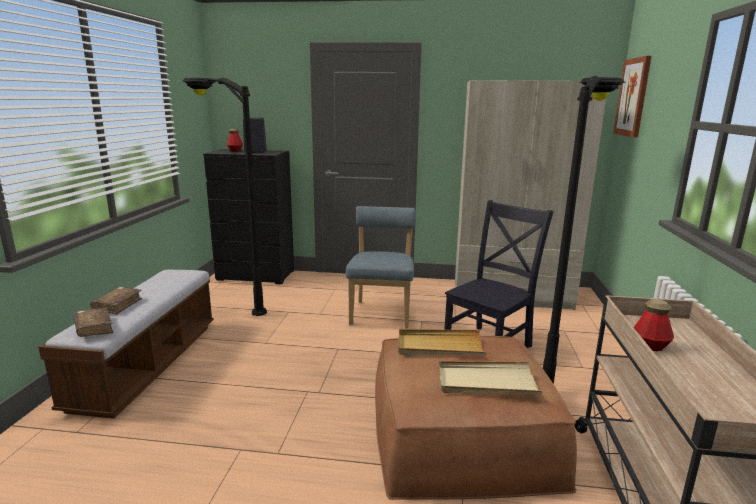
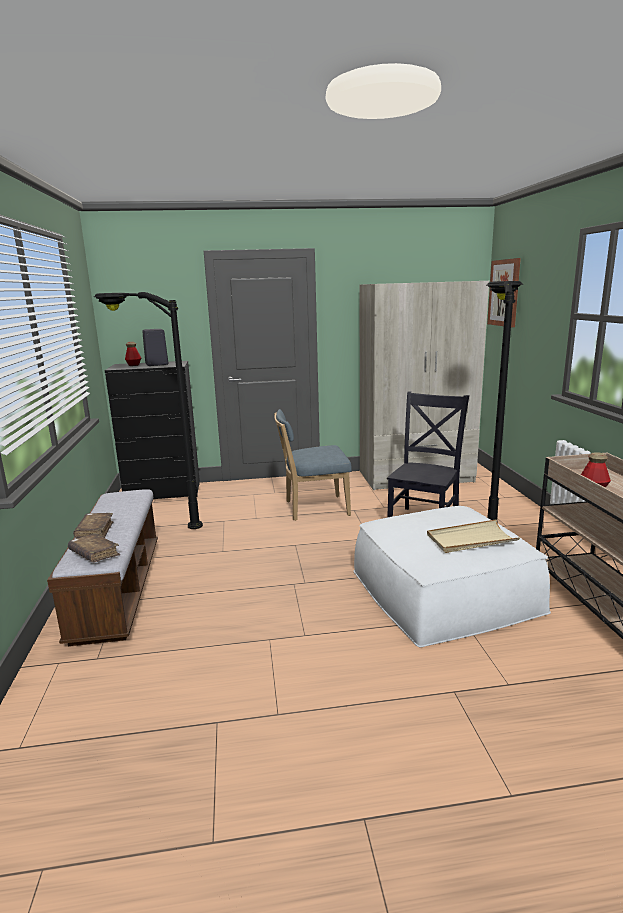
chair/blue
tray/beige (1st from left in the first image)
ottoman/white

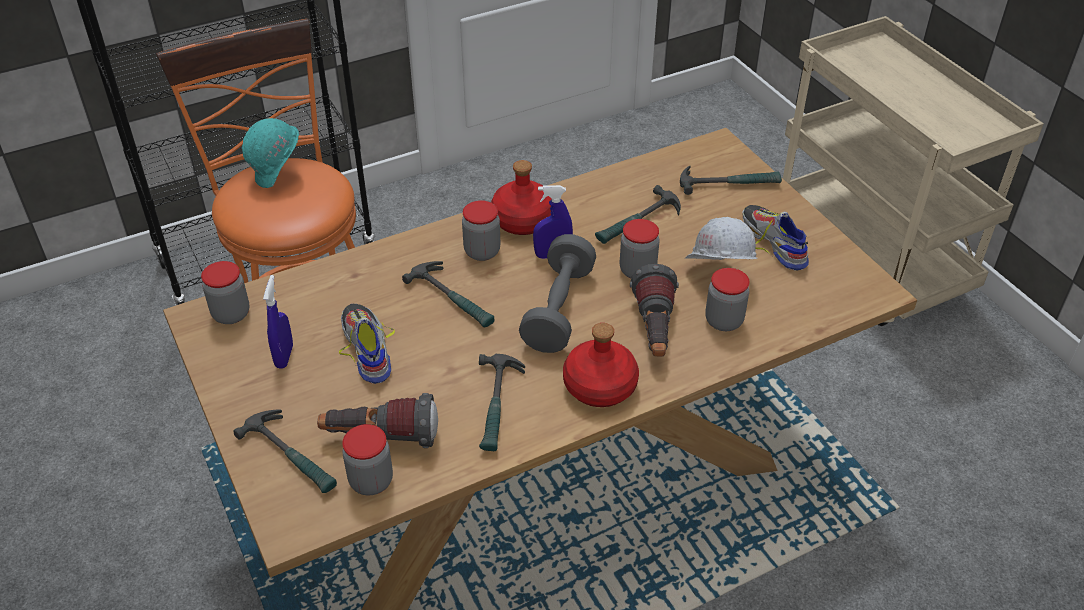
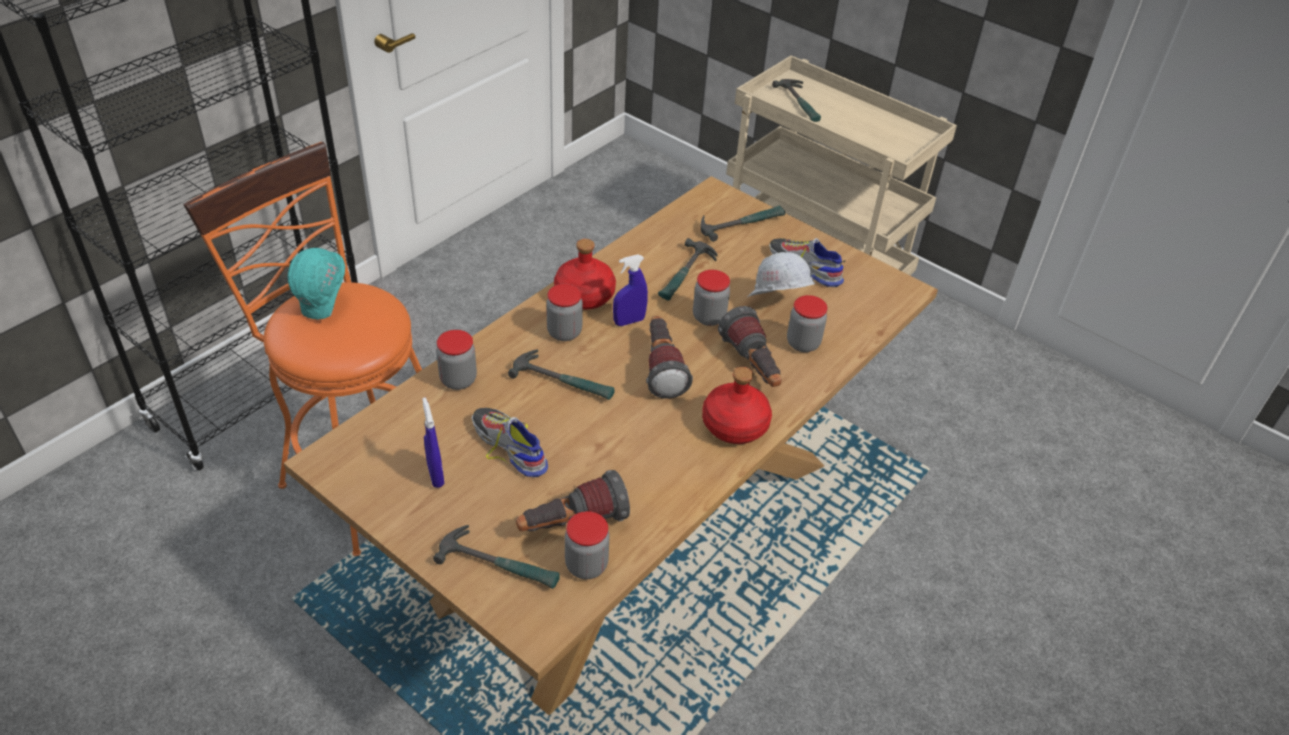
flashlight (2nd from left)
jar (1st from left)
hammer (5th from left)

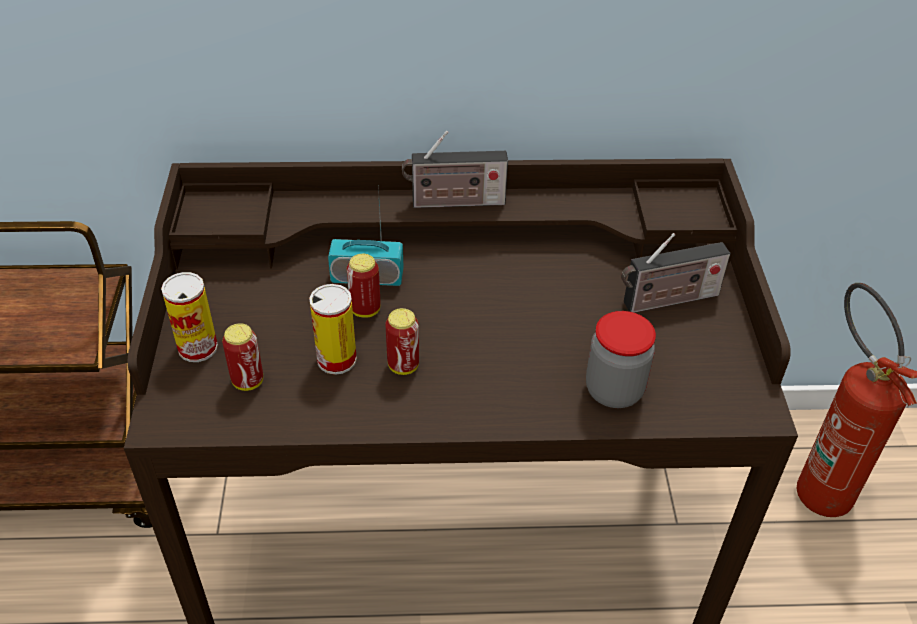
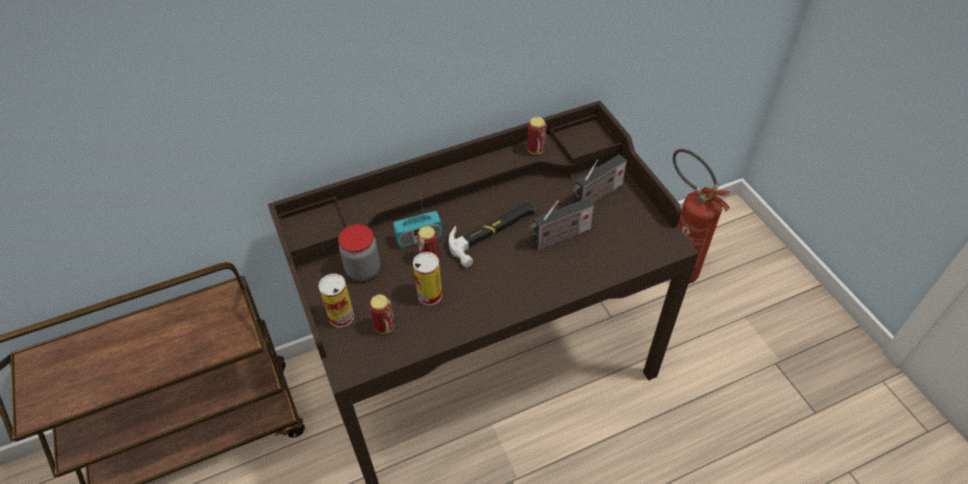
radio (2nd from left)
can (5th from left)
jar
hammer

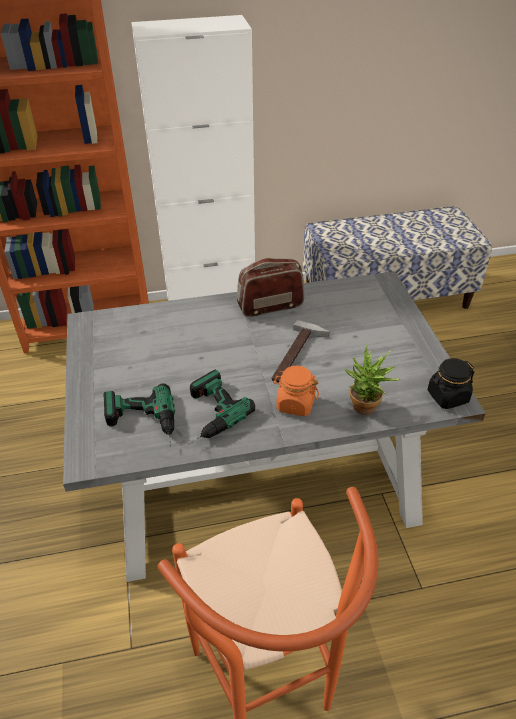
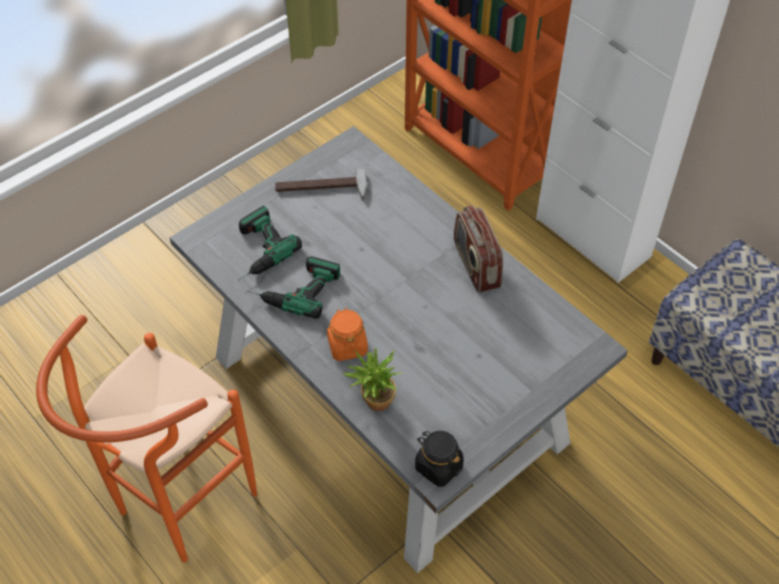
radio
hammer

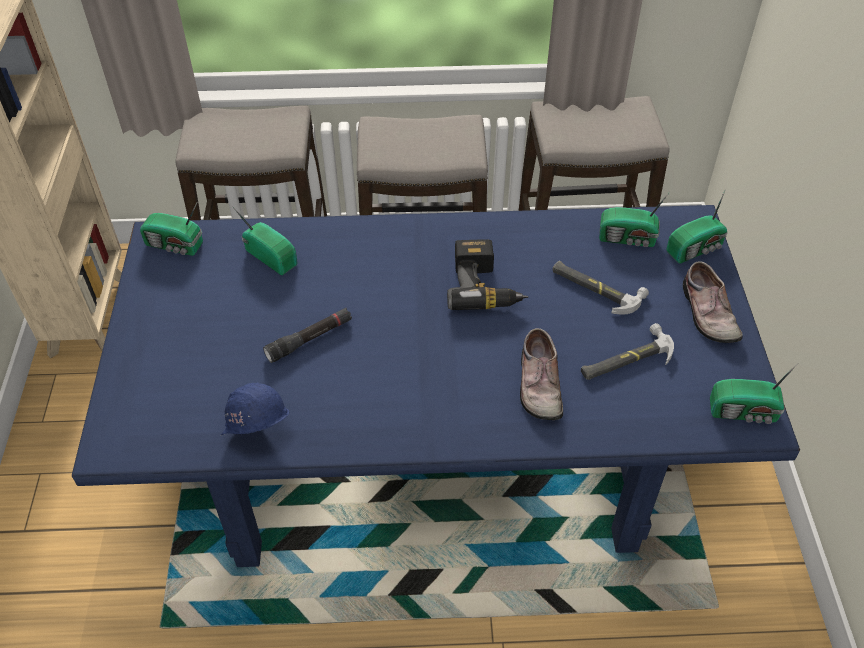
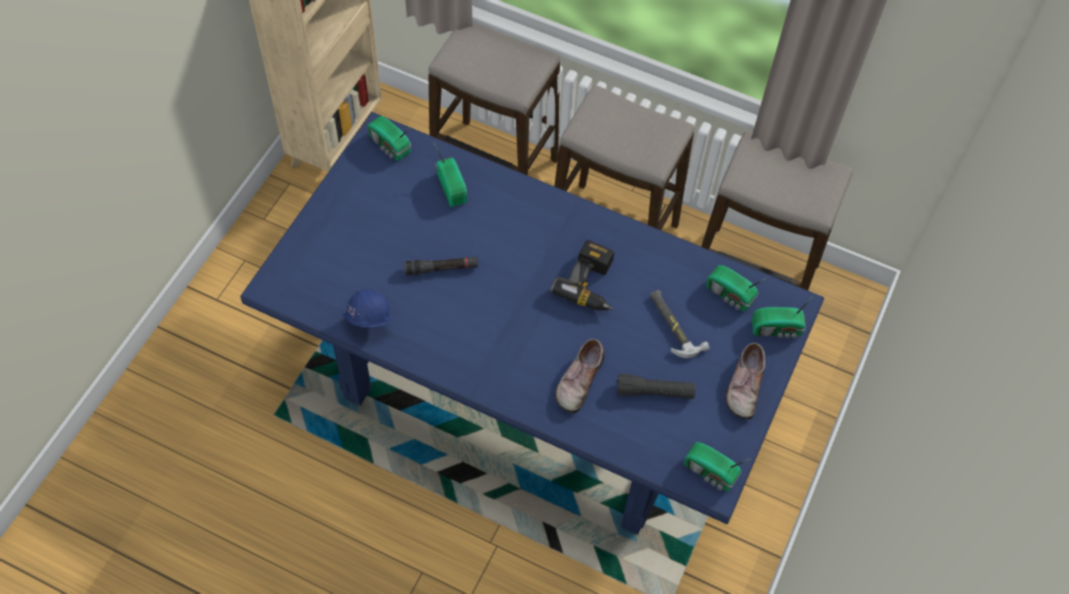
flashlight/black (2nd from left)

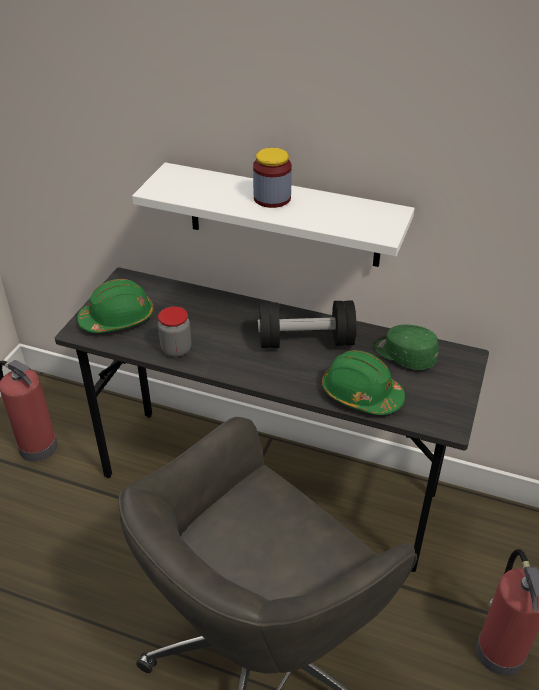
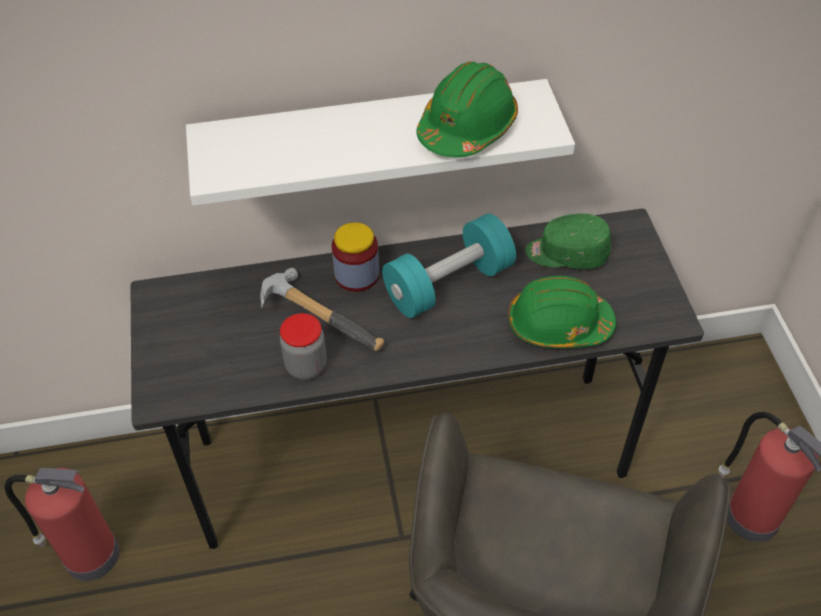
jar (2nd from left)
hard hat/green (1st from left)
dumbbell/turquoise
hammer

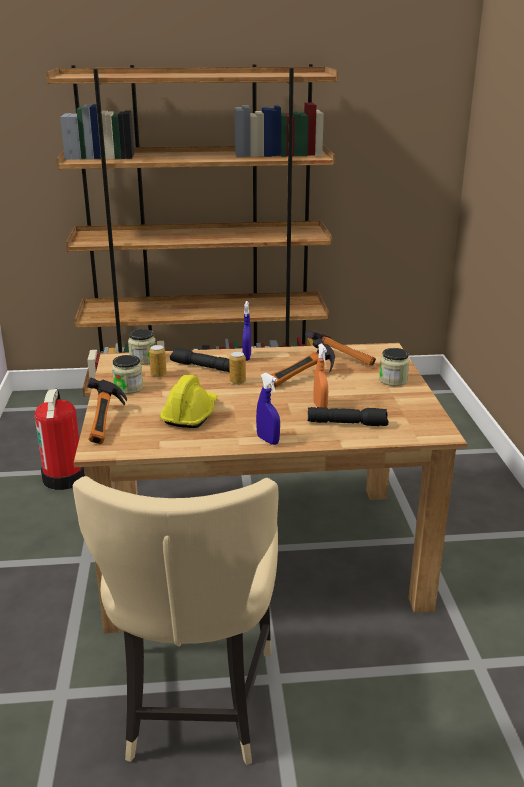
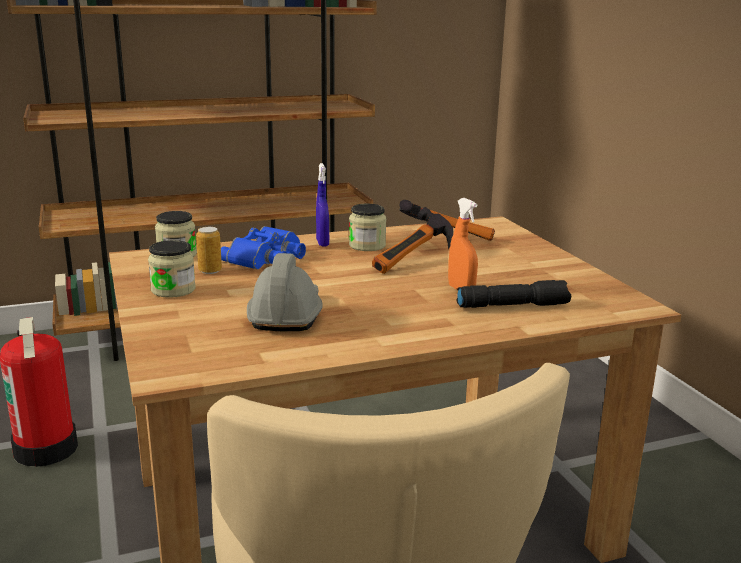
binoculars/blue
jar (3rd from left)
can (2nd from left in the first image)
spray bottle/blue (2nd from left in the first image)
hard hat/grey
hammer (1st from left in the first image)

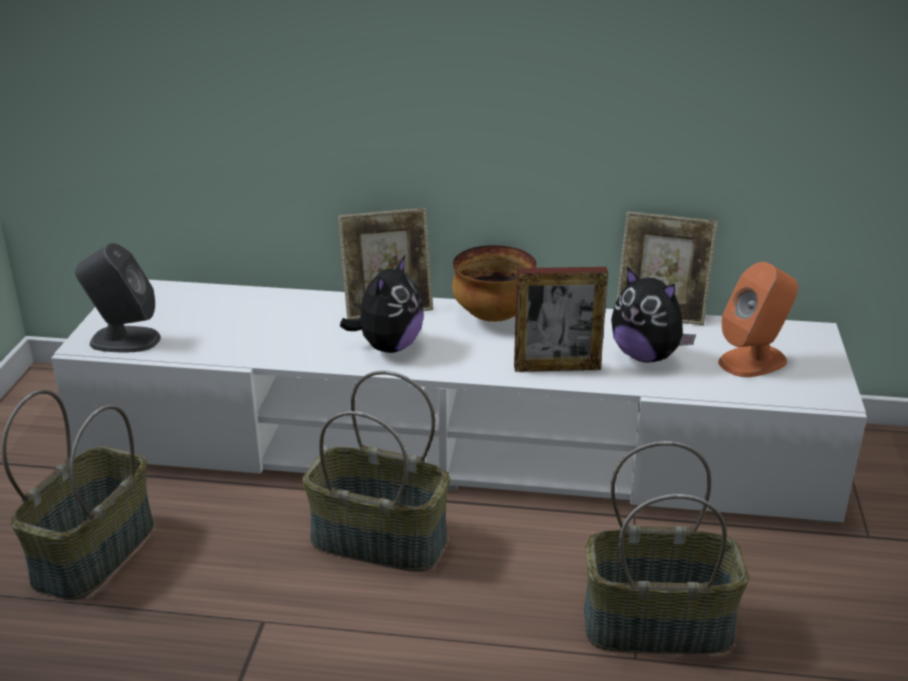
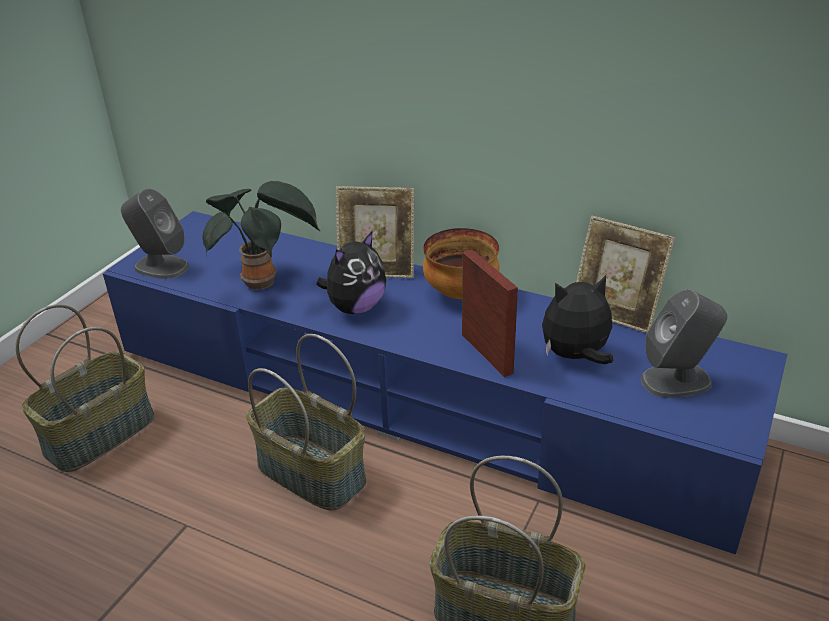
speaker/grey (2nd from left)
picture frame (2nd from left)
plush toy (2nd from left)
tv stand/blue
potted plant

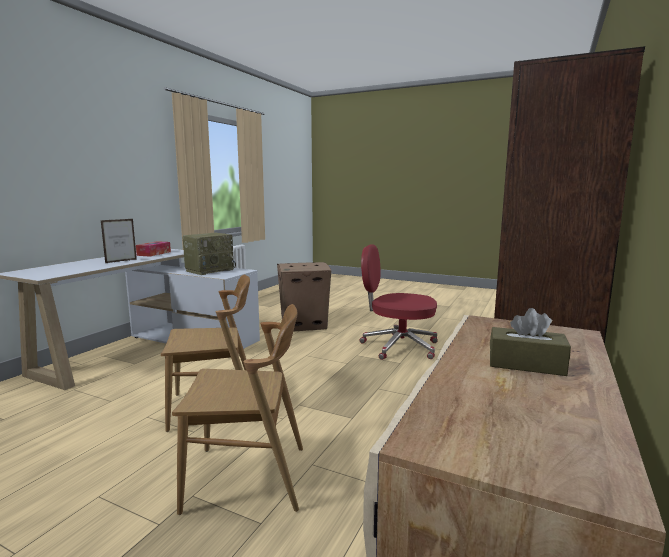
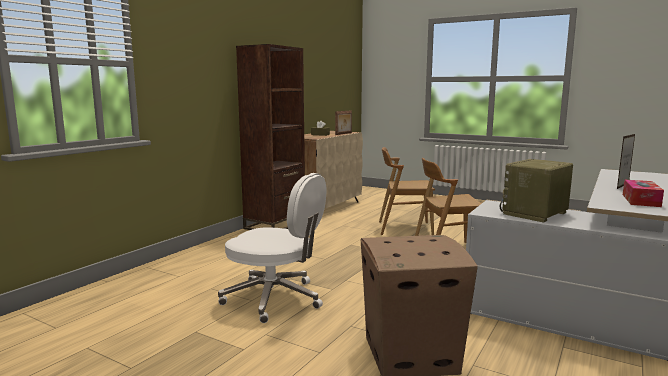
office chair/white
picture frame (1st from left)

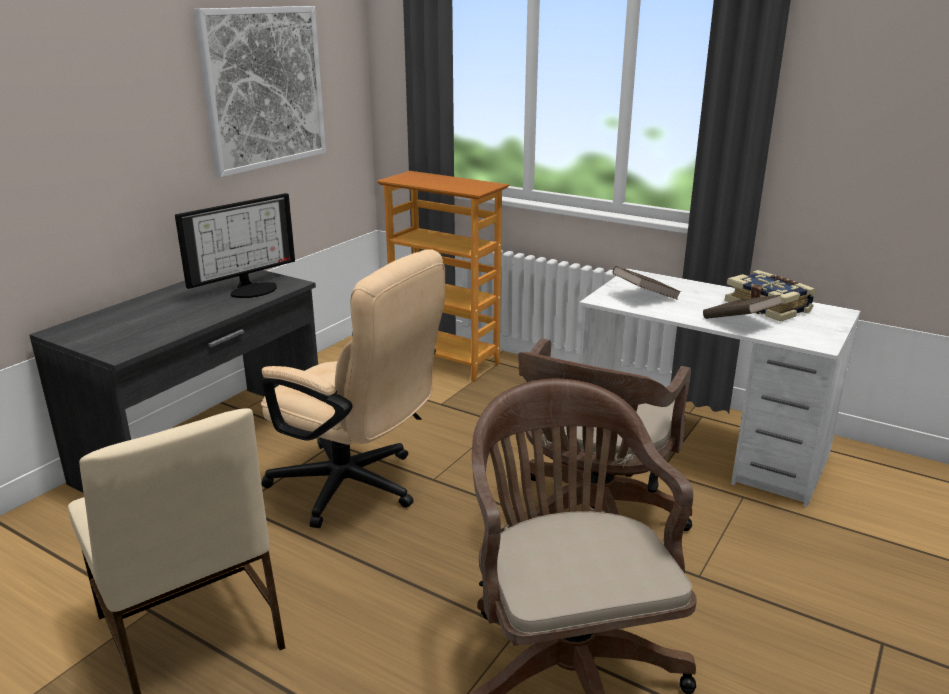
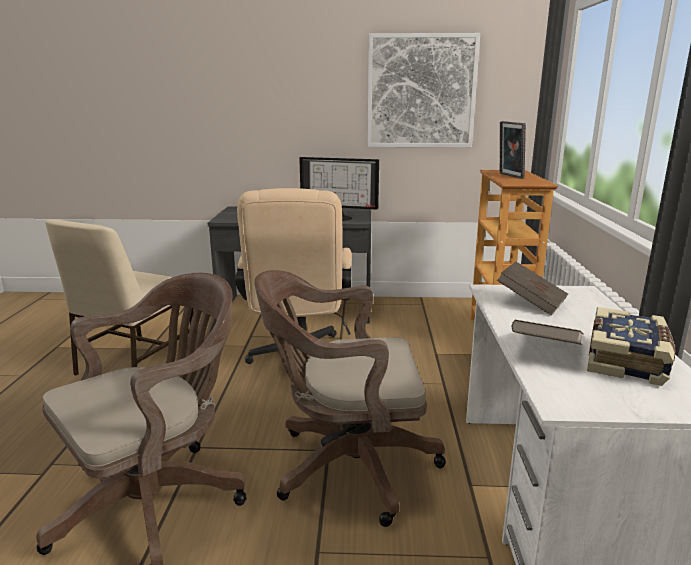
picture frame

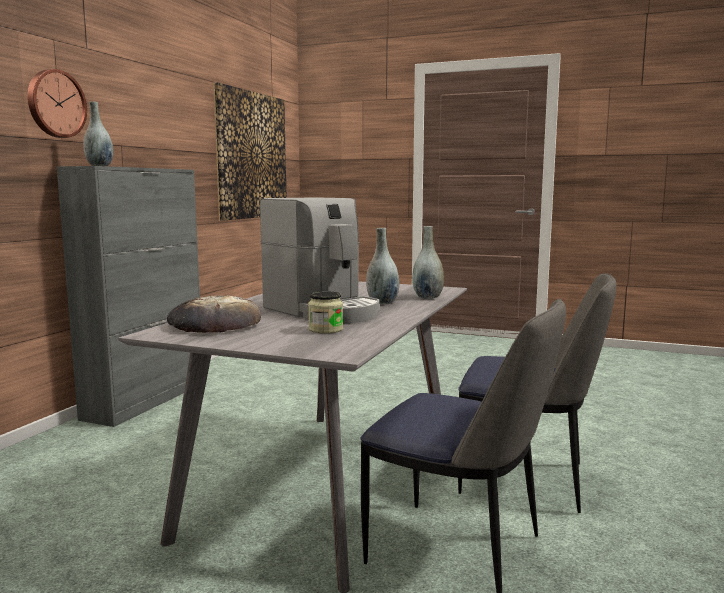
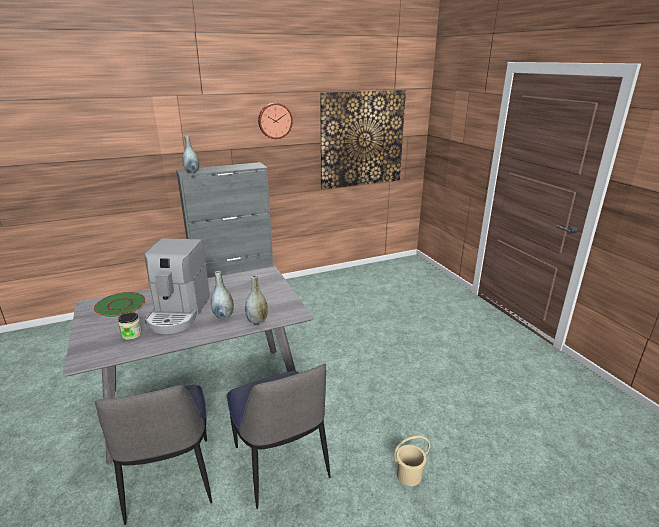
wall clock
plate/green
bucket/beige

